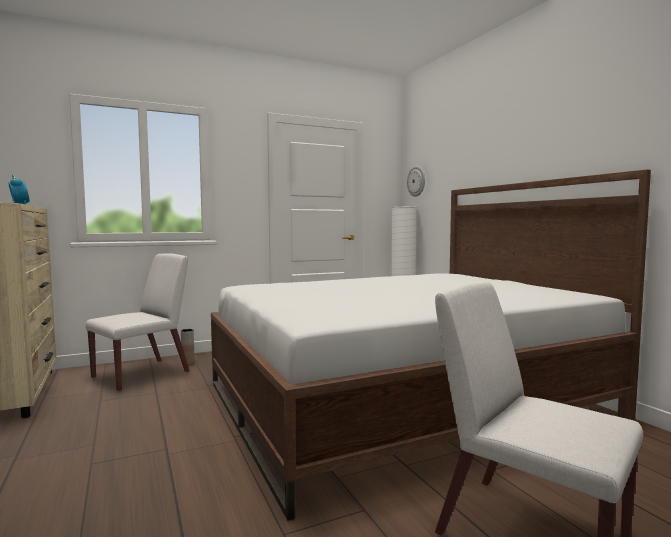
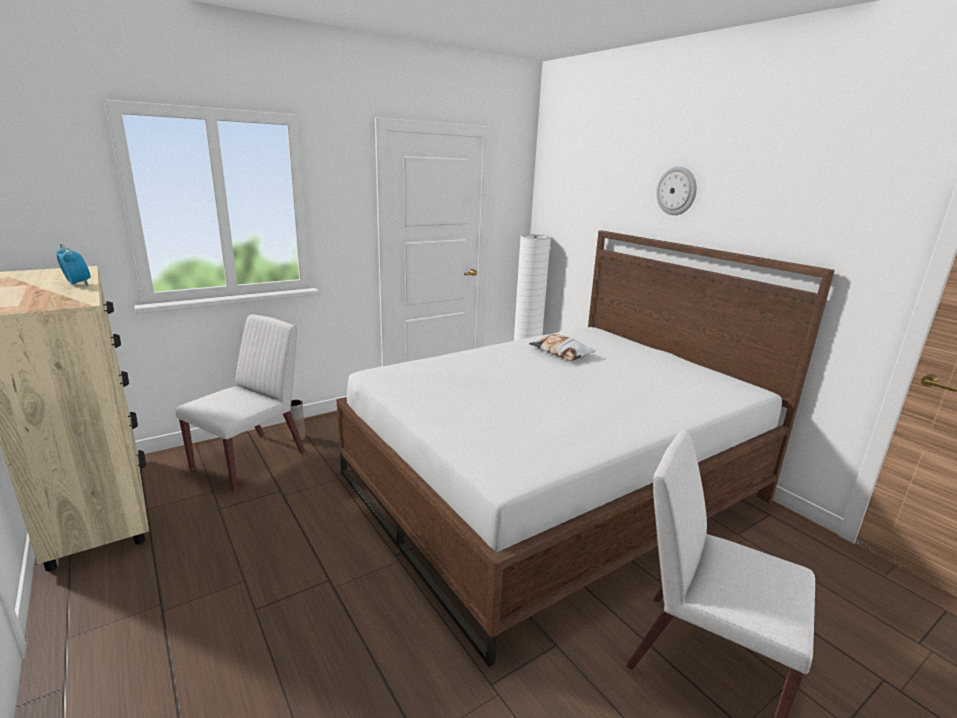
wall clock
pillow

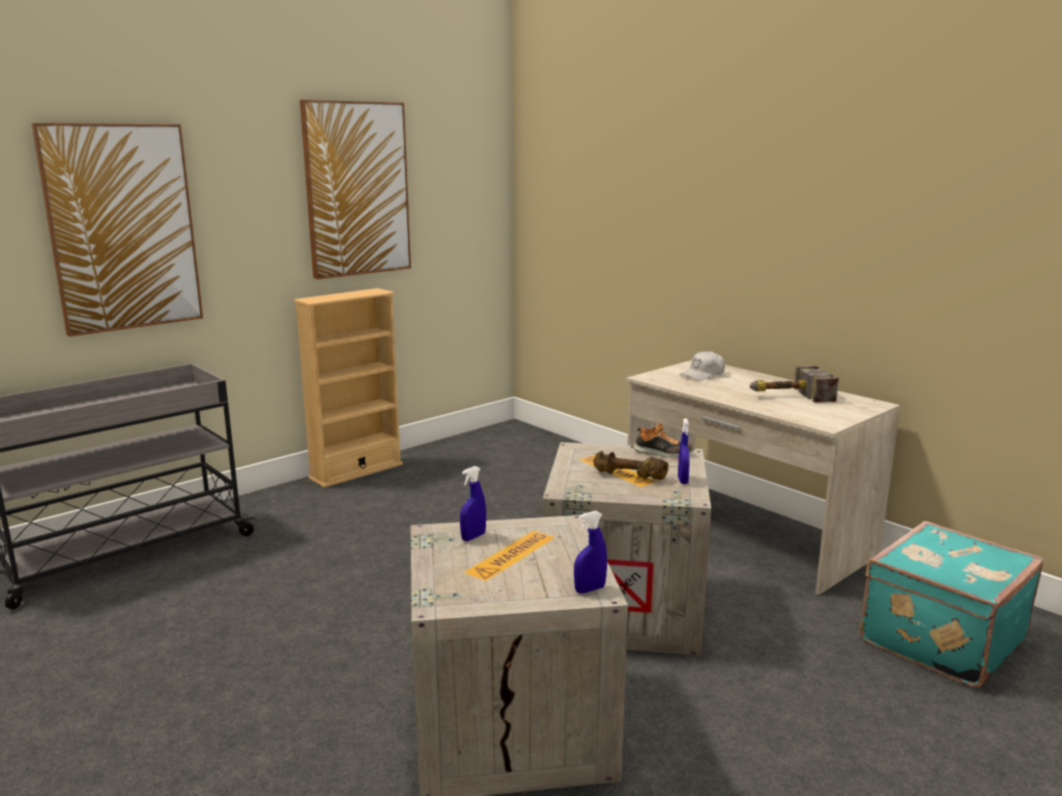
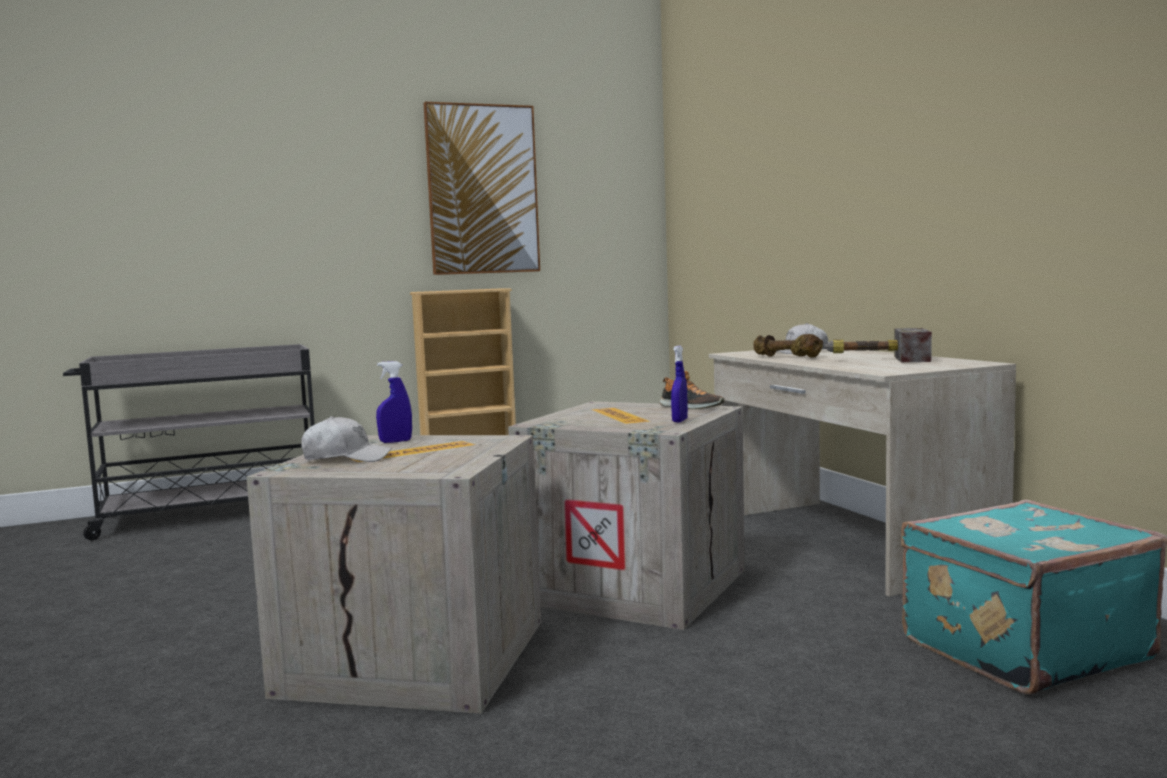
picture (1st from left in the first image)
dumbbell/brown
spray bottle/blue (2nd from left in the first image)
cap/white (1st from left)

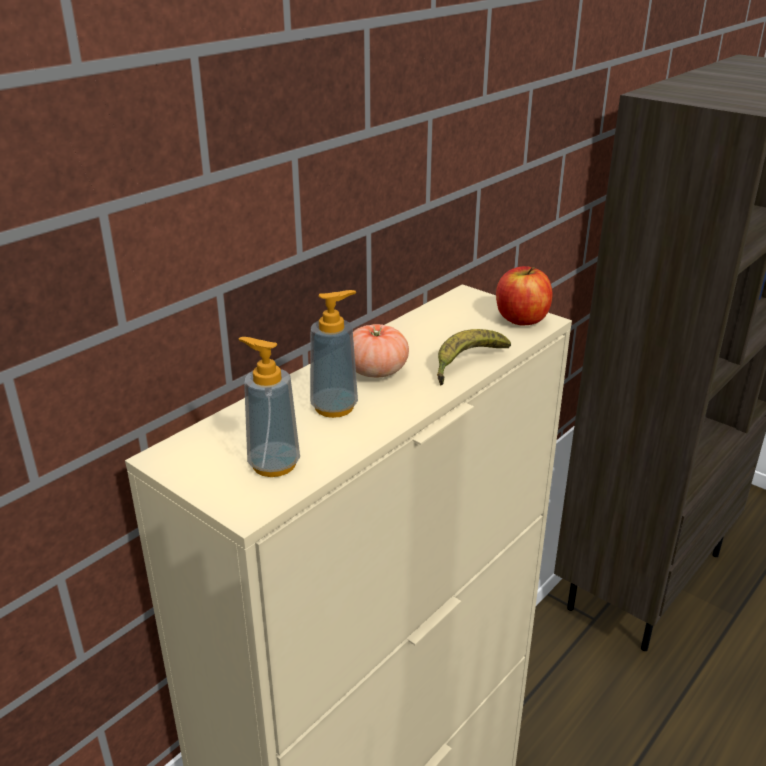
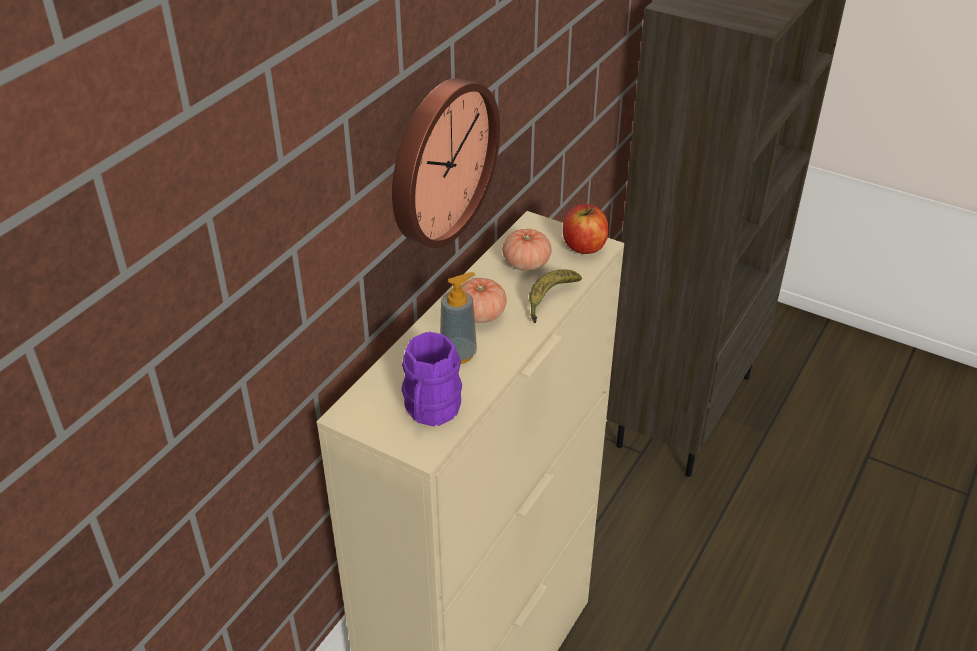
mug/purple
wall clock
tomato (2nd from left)

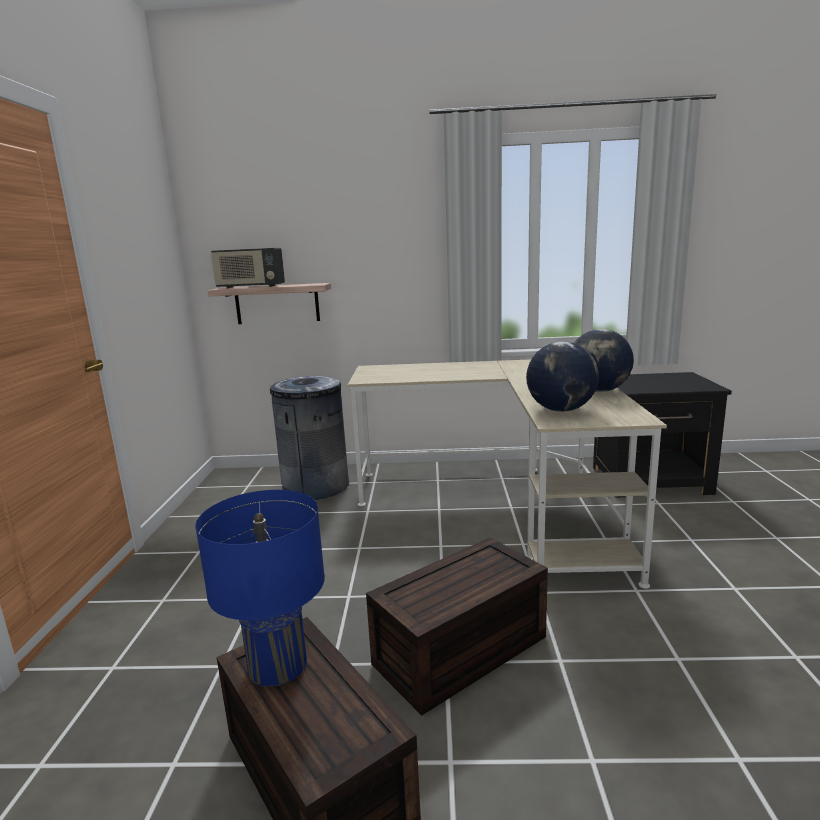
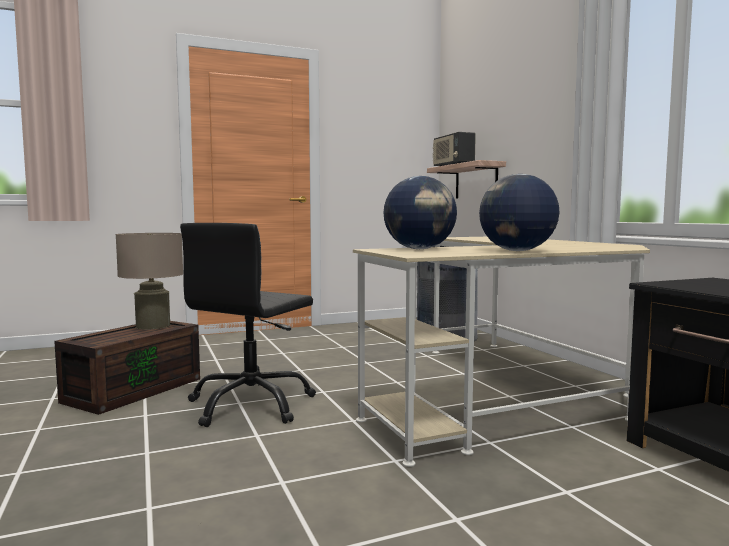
table lamp/beige
office chair/black

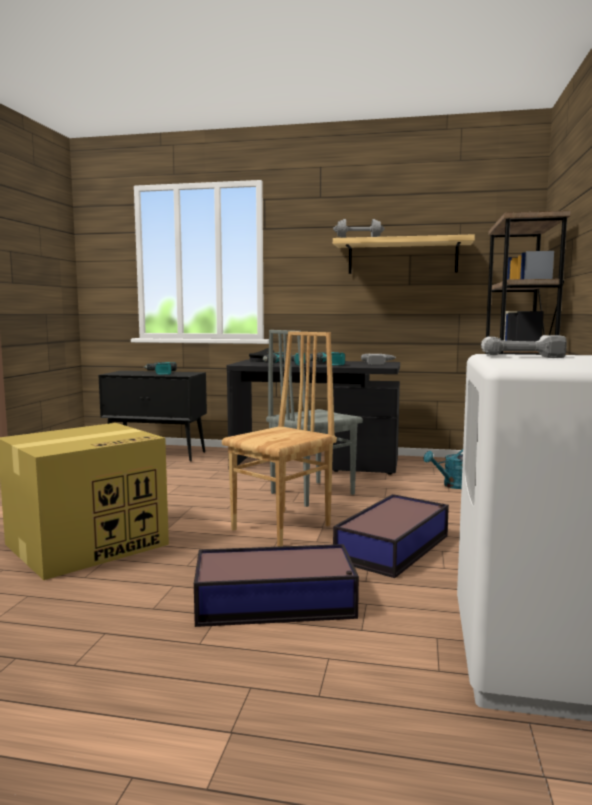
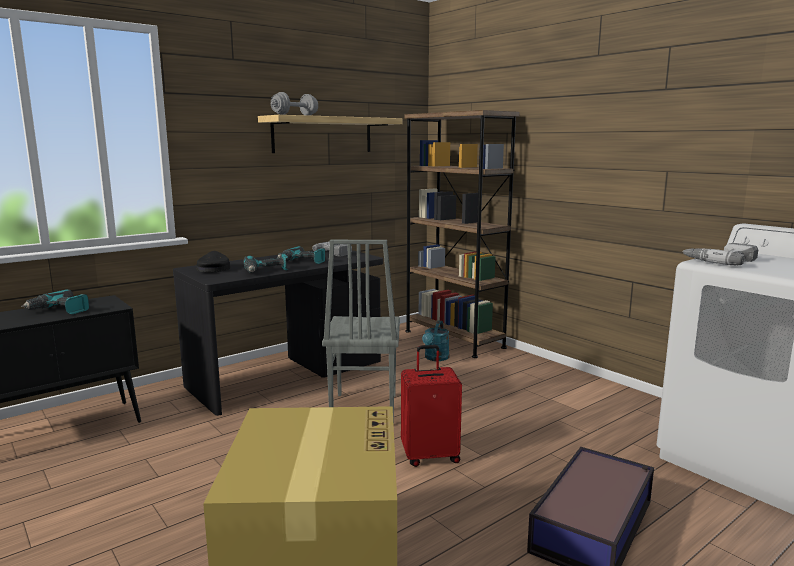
suitcase/red
storage box (2nd from left in the first image)

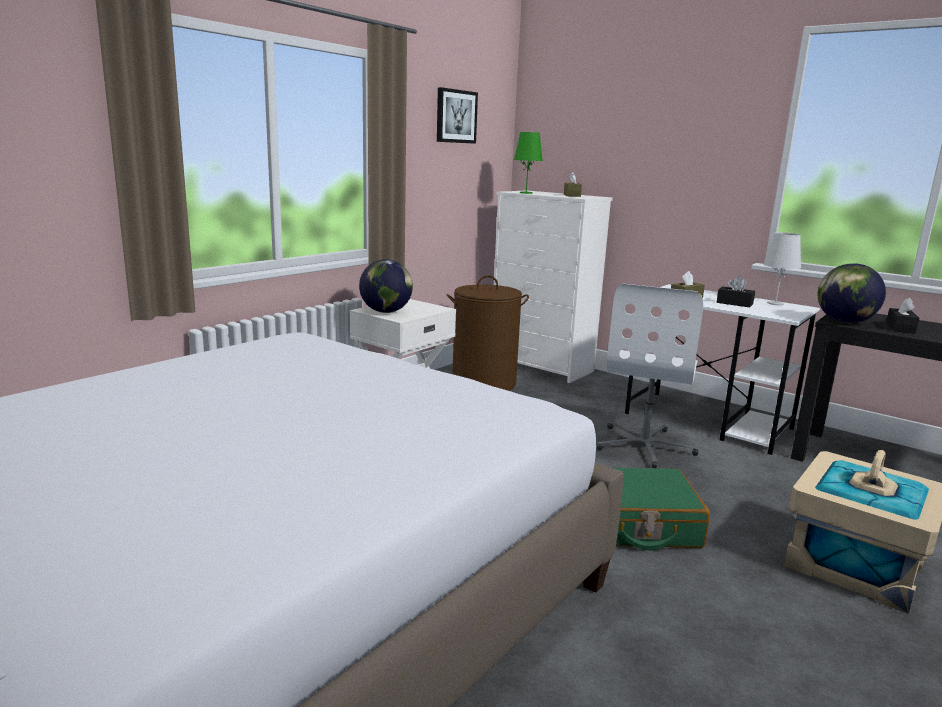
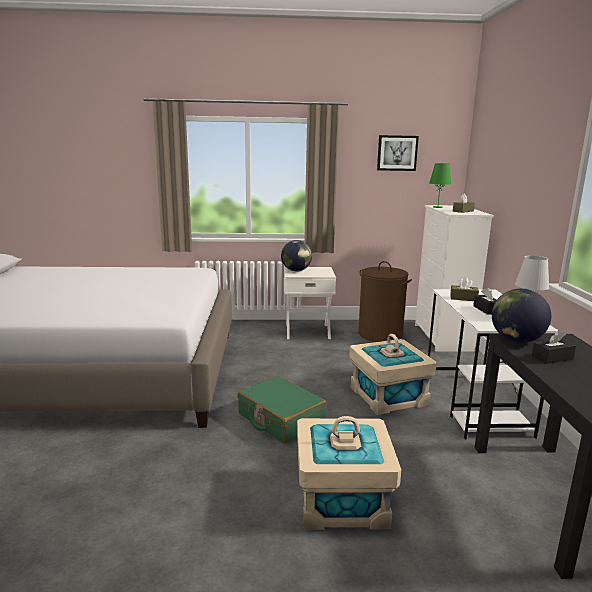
storage box/beige (2nd from left)

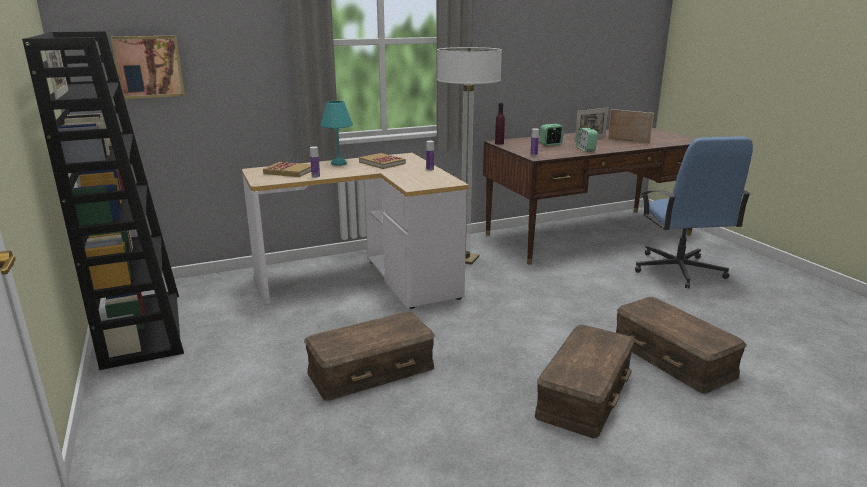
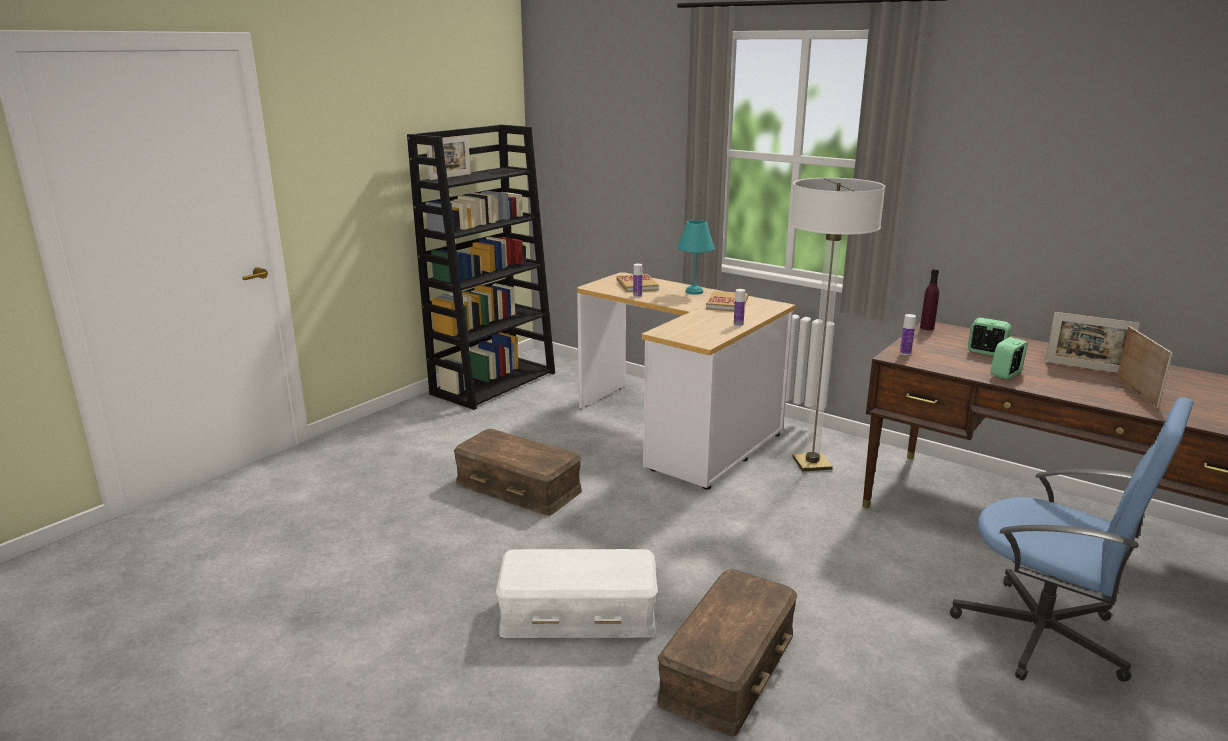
picture
office chair/blue
storage box/white

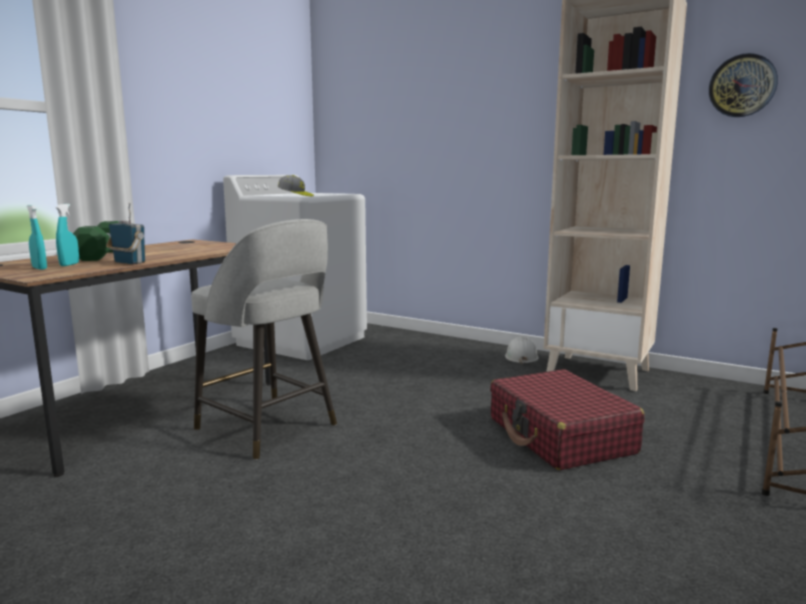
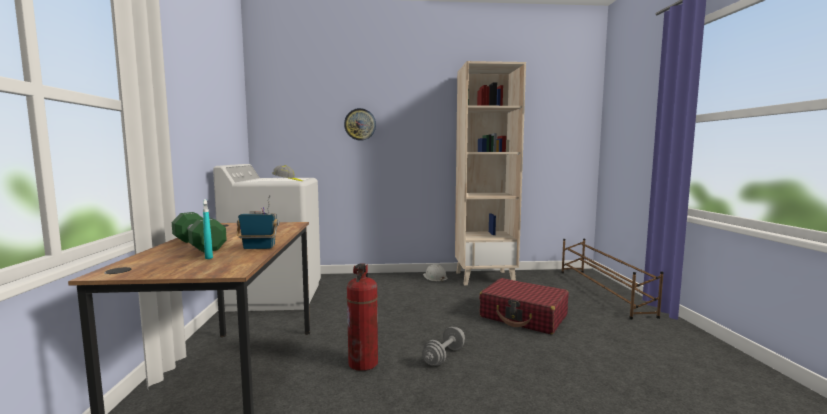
wall clock
spray bottle/turquoise (1st from left in the first image)
fire extinguisher
dumbbell/grey

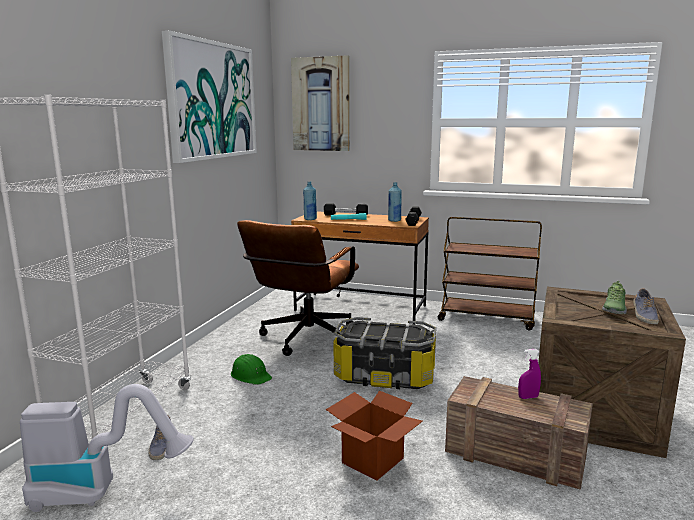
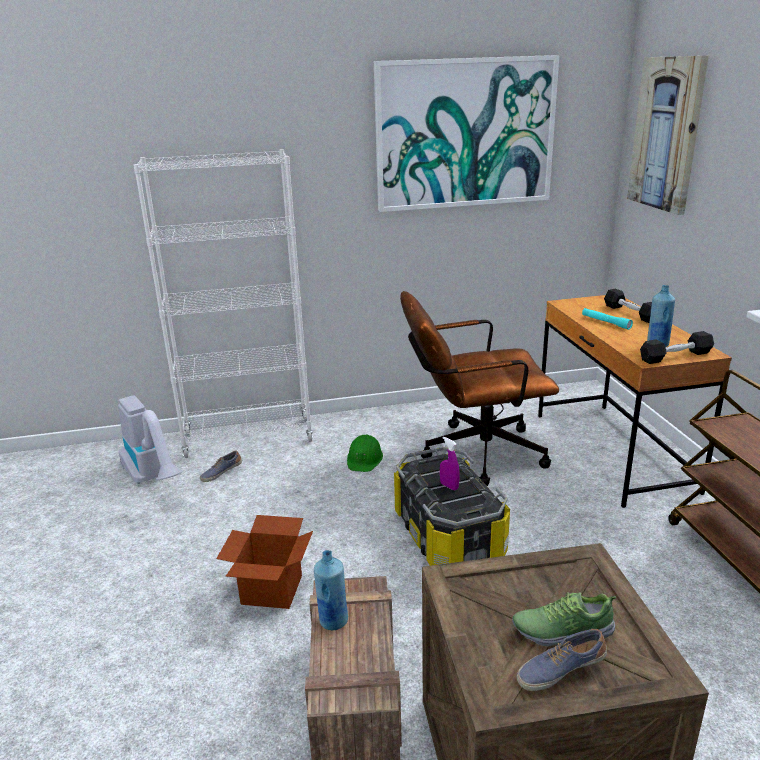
bottle/blue (1st from left)
spray bottle/purple

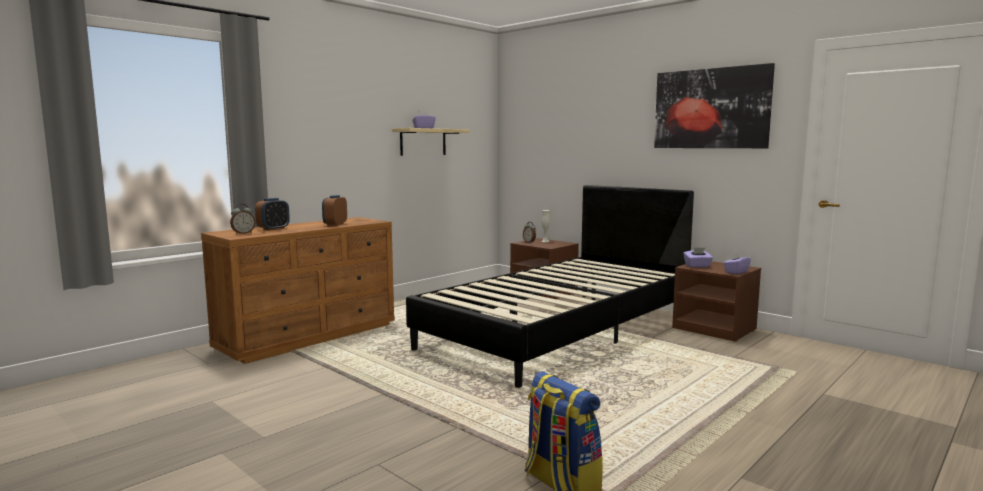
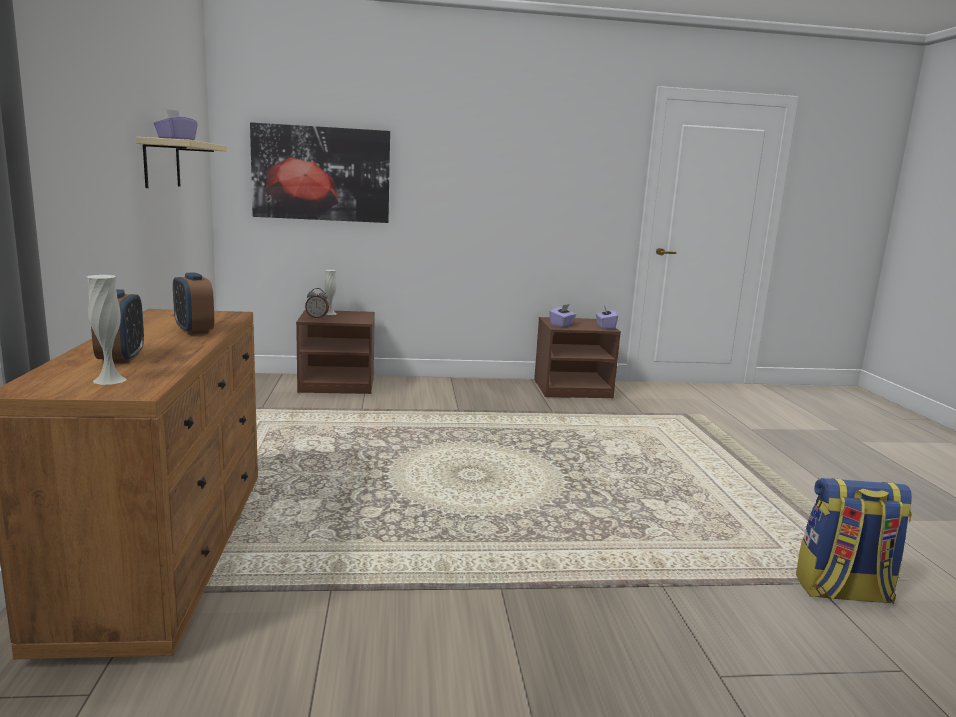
picture
bed/black
vase/white (1st from left)

